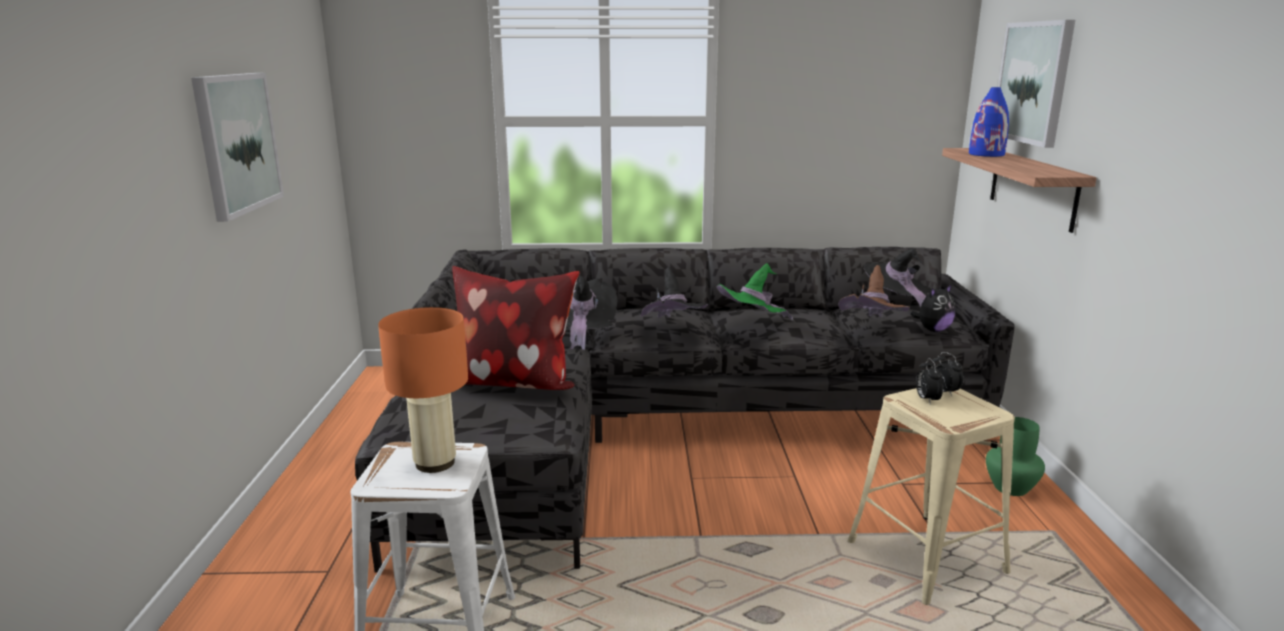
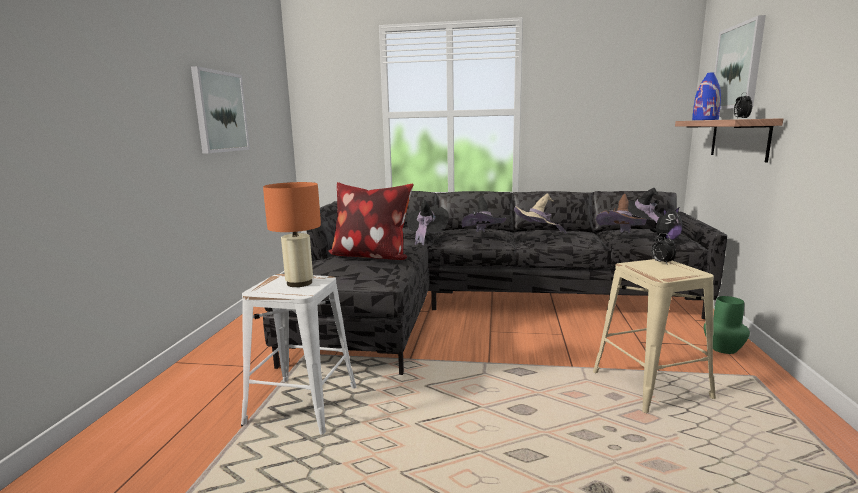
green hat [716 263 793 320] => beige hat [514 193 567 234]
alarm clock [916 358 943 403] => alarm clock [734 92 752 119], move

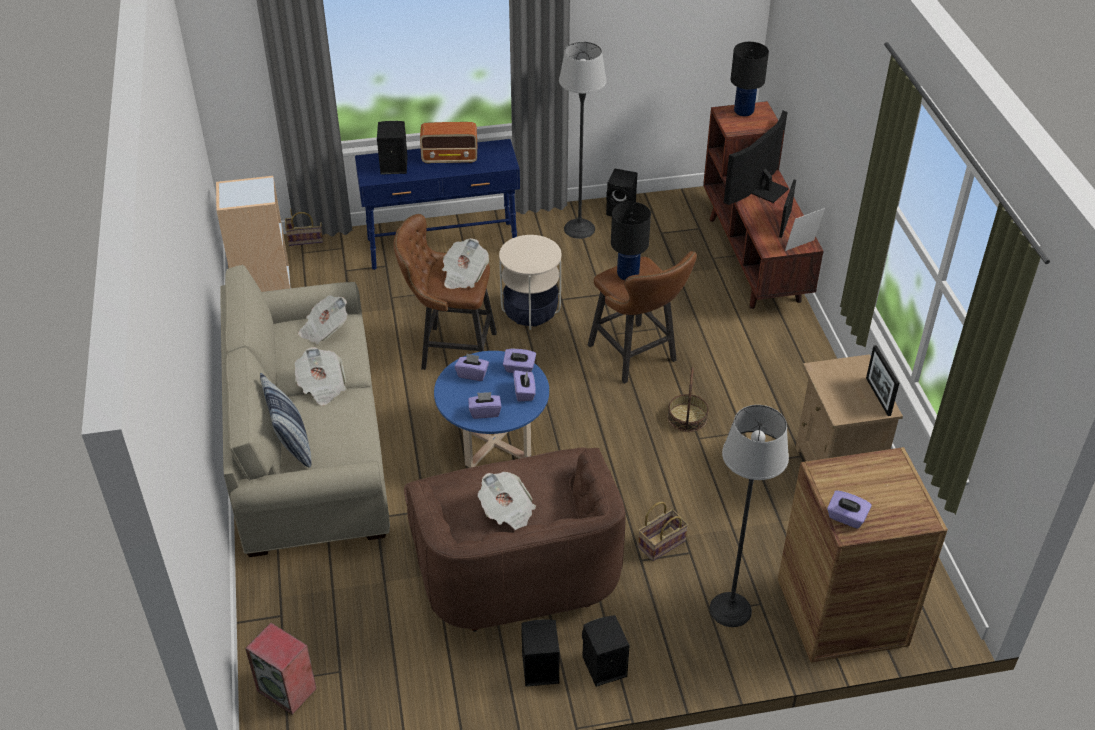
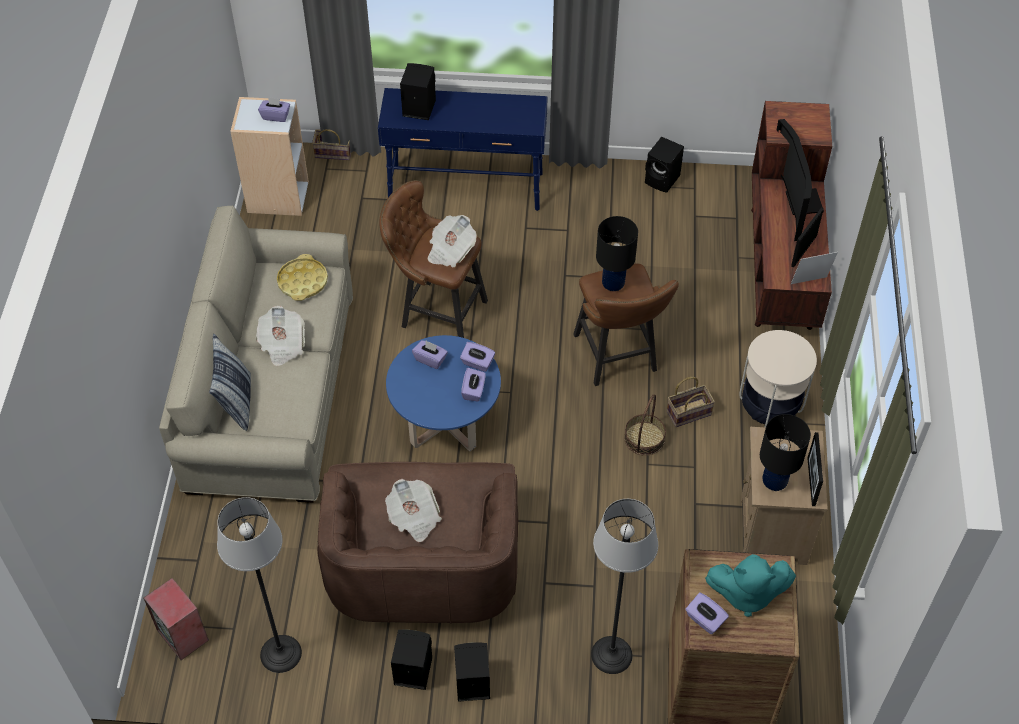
floor lamp [559 42 607 239] => floor lamp [217 497 302 673], move
black table lamp [731 42 769 116] => black table lamp [760 414 811 491], move
television [724 111 789 205] => television [777 119 824 241], 60 degrees counterclockwise
radio [420 122 477 164] => nothing
beige side table [499 235 561 330] => beige side table [739 330 817 427], move
newspaper [298 295 348 345] => yellow tray [277 254 328 301]
purple tissue box [468 392 502 419] => purple tissue box [258 97 290 122], move
basket [638 502 688 561] => basket [667 377 715 427], move
nothing => turquoise plush toy [705 554 796 617]

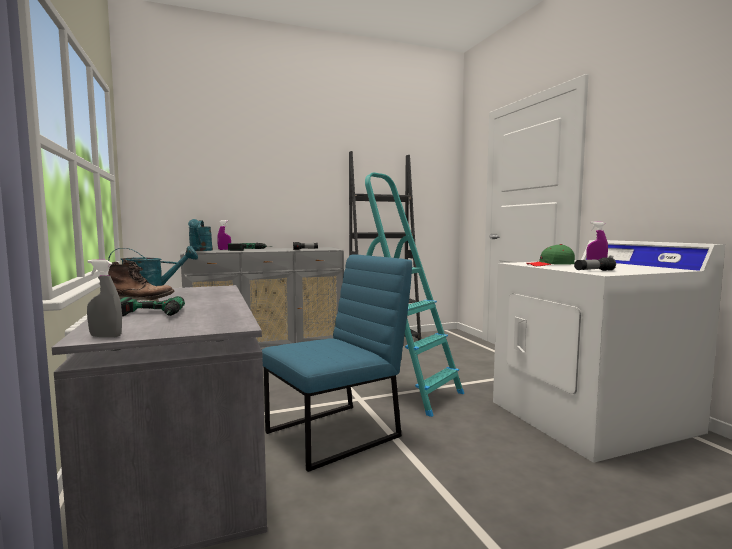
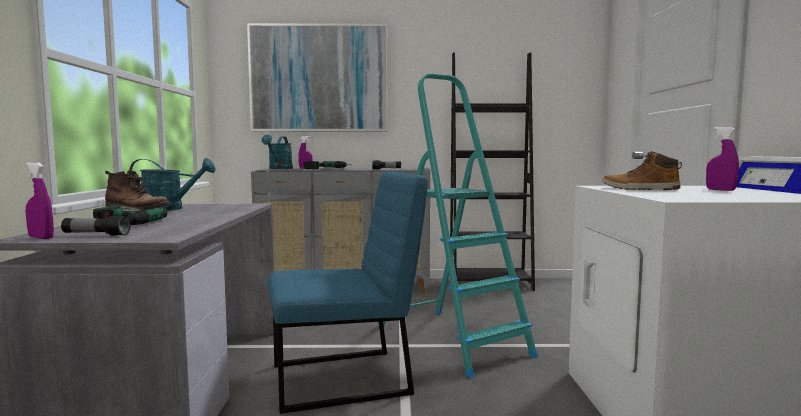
green cap [526 244 575 266] => boot [602 151 682 190]
flashlight [574 257 616 271] => flashlight [61 216 131 236], move
grey spray bottle [87 259 122 337] => purple spray bottle [26 162 54 239]
nothing => picture [247 23 388 131]

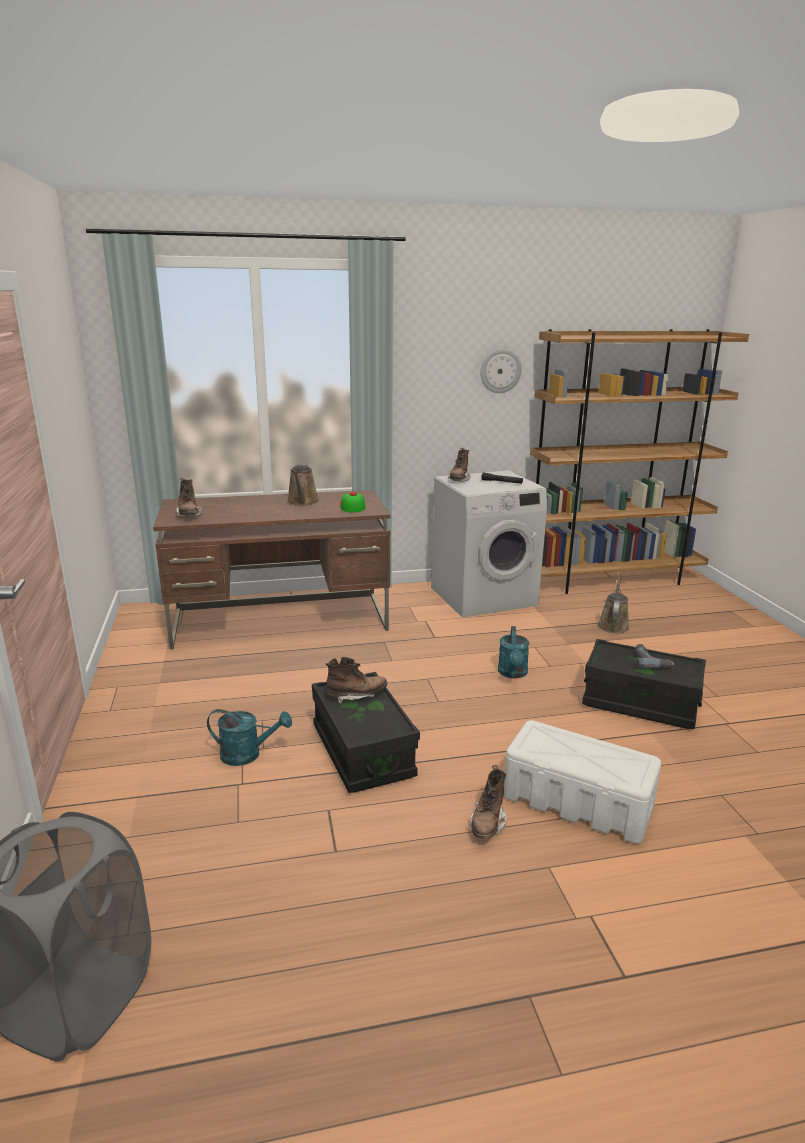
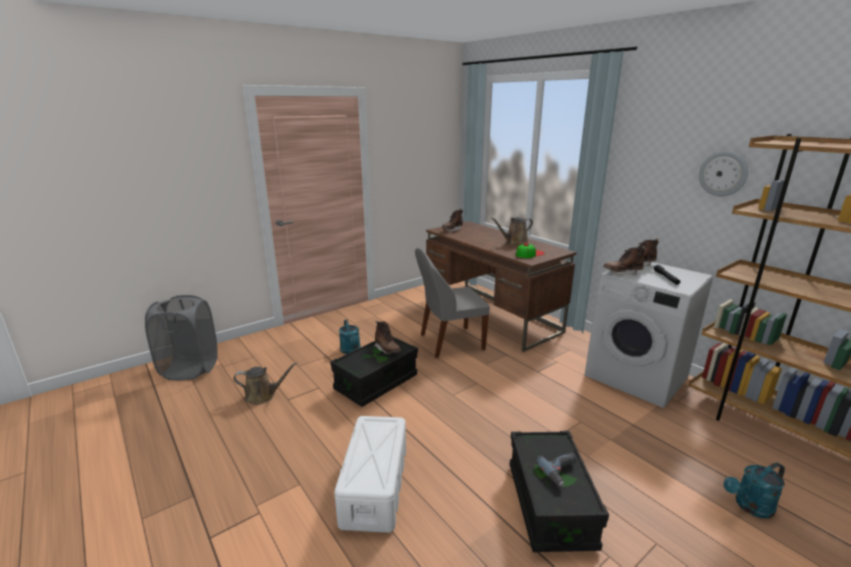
brown watering can [597 575 629 633] => brown watering can [233 362 297 405], move
turquoise watering can [498 626 529 678] => turquoise watering can [724 462 785 518], move
brown boot [468 765 507 839] => brown boot [603 246 646 275], move
nothing => grey chair [415 248 490 358]

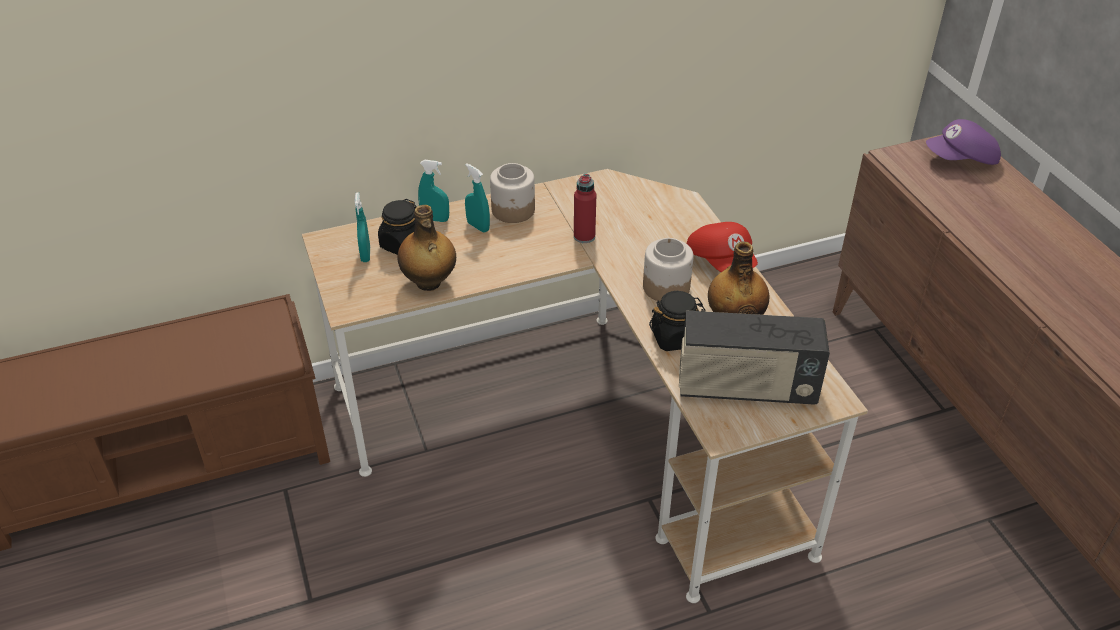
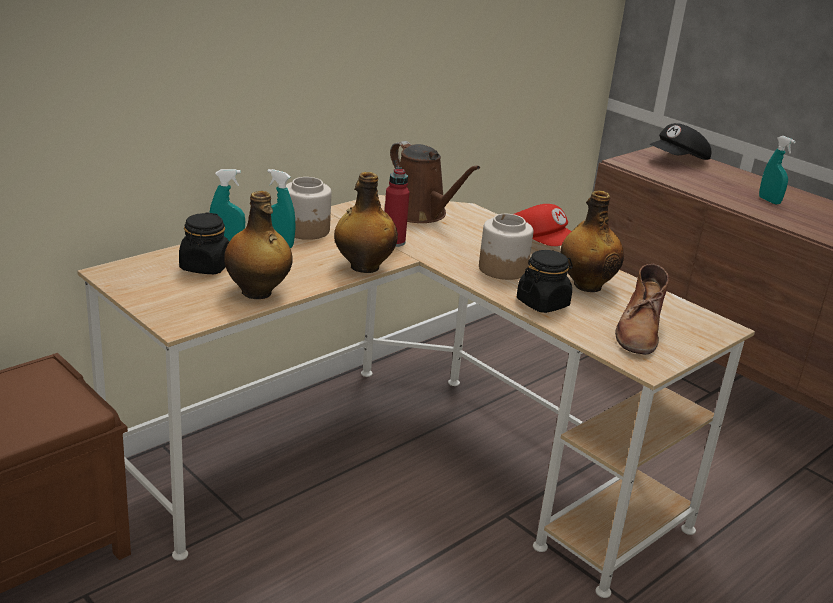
purple cap [926 119 1001 165] => black cap [650 123 711 160]
turquoise spray bottle [354 192 370 262] => turquoise spray bottle [759 136 796 205], move
radio [679 311 830 405] => brown boot [615 264 669 355]
nothing => brown watering can [390 141 480 223]
nothing => bottle [334 172 398 273]

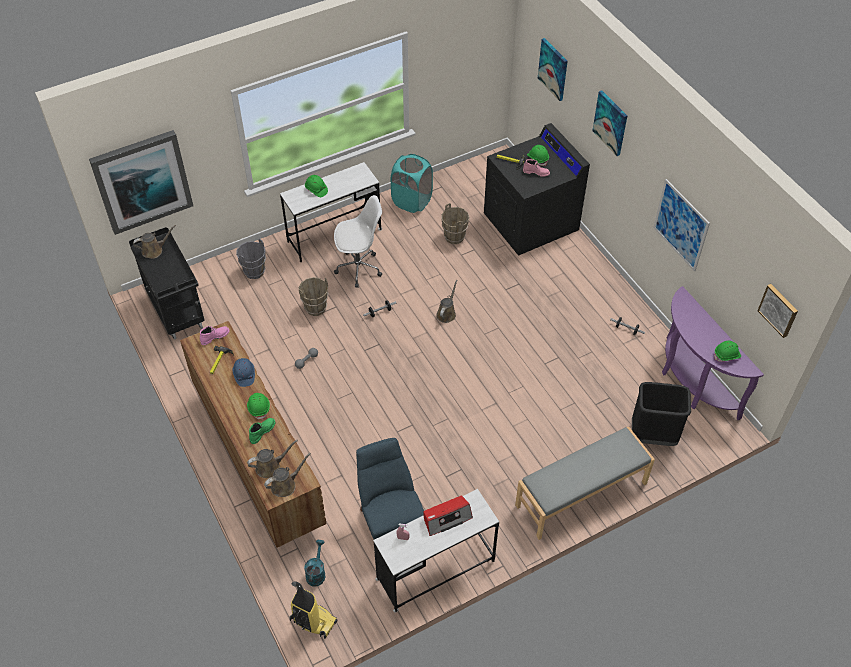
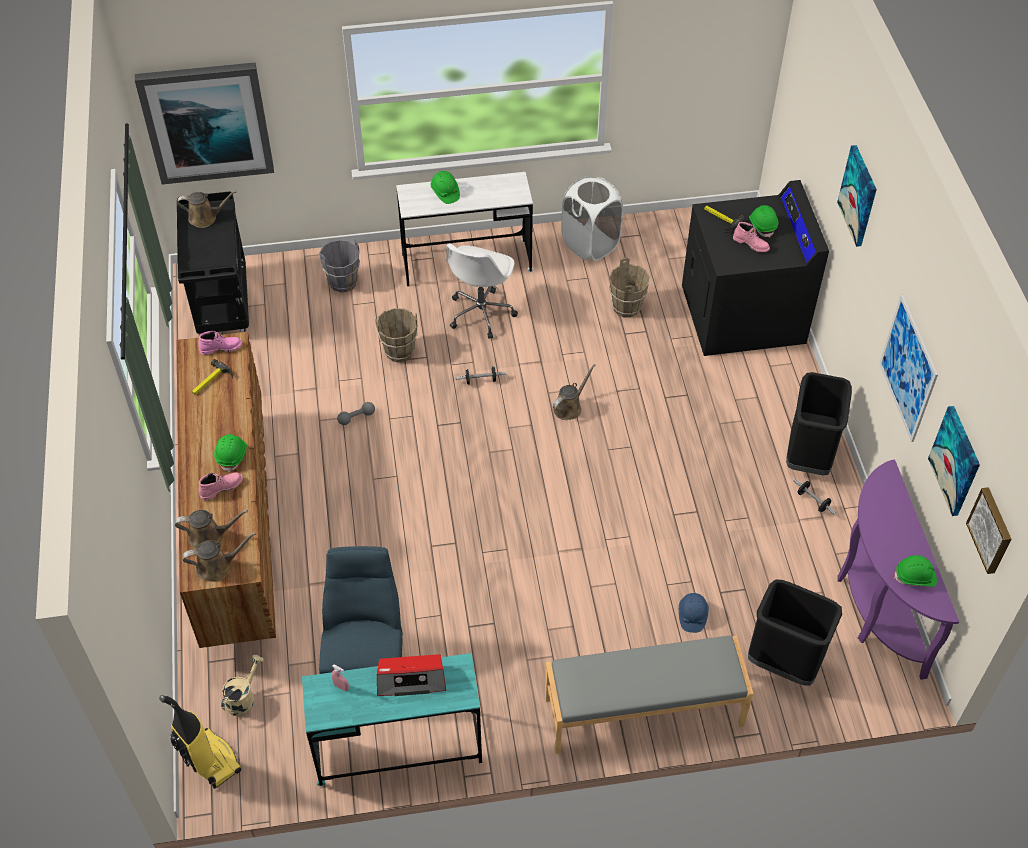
picture [538 38 568 101] => picture [928 406 980 516], move
turquoise laundry basket [391 154 433 213] => white laundry basket [561 176 623 261]
white office chair [334 195 382 288] => white office chair [446 243 518 339], 105 degrees clockwise
blue hard hat [232 358 255 387] => blue hard hat [679 593 709 633], move
green boot [249 418 275 444] => pink boot [199 472 243 501]
white desk [373 489 499 613] => turquoise desk [302 653 482 786]
turquoise watering can [304 540 326 587] => beige watering can [221 655 264 716]
nothing => black trash can [786 372 852 475]

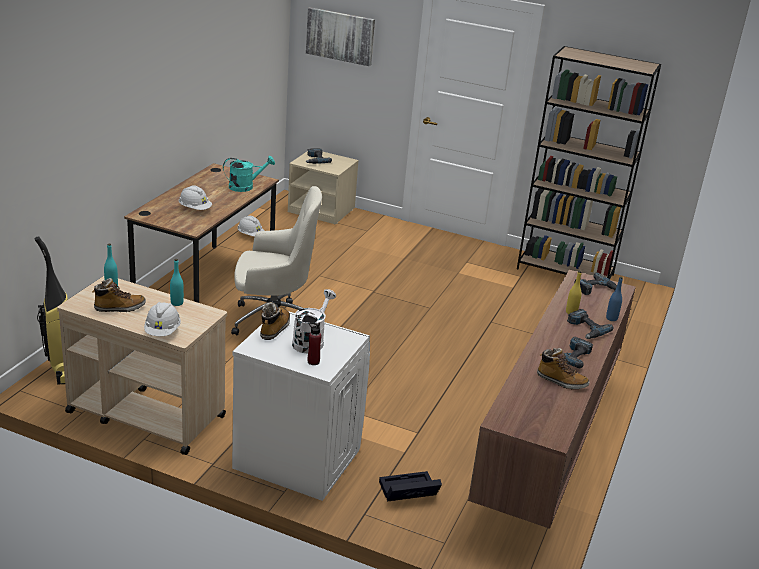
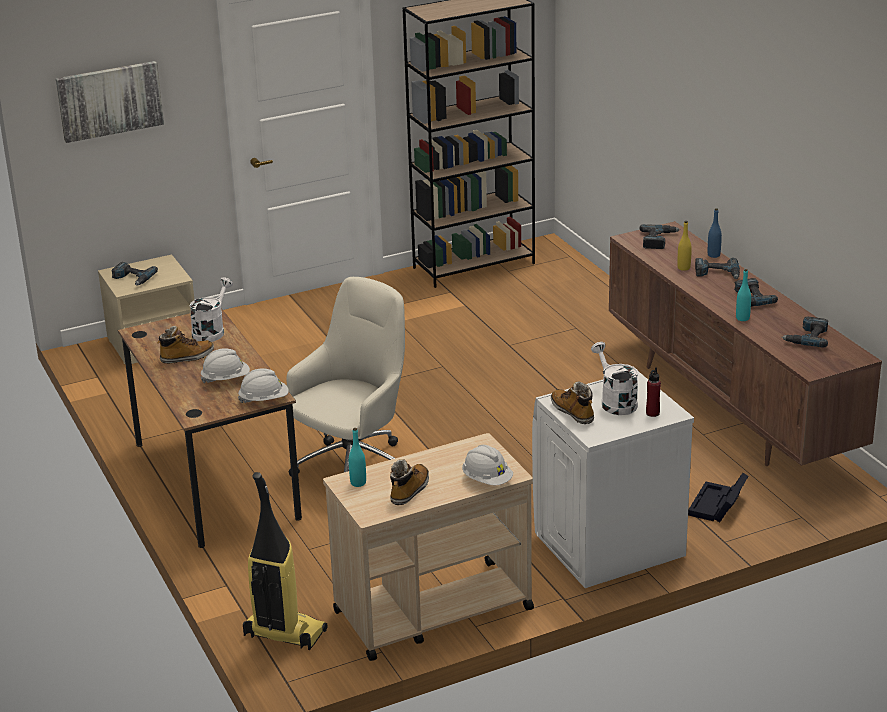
turquoise watering can [223 156 275 192] => white watering can [190 277 233 342]
white hard hat [237 216 265 236] => white hard hat [238 368 289 403], move
turquoise bottle [170 259 184 306] => turquoise bottle [736 269 751 321], move
boot [537 348 590 389] => boot [157 326 214 364], move
nothing => power drill [781 316 828 347]

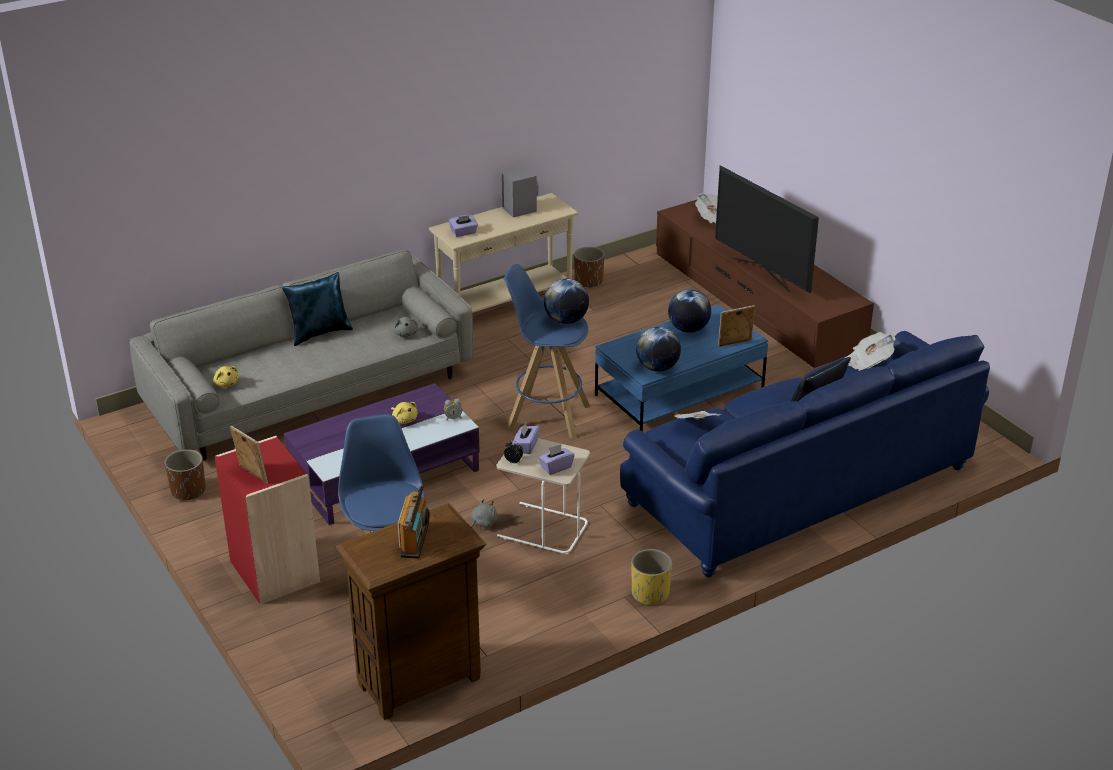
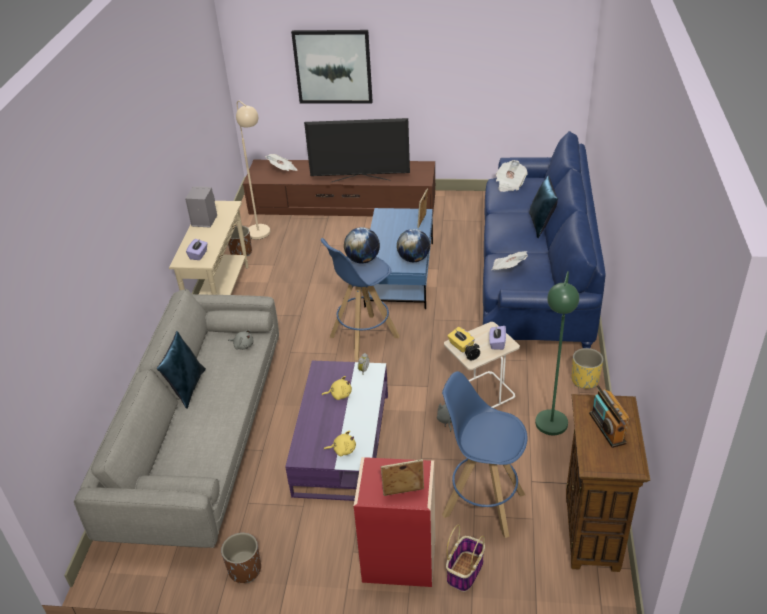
globe [668 290 711 333] => nothing
yellow plush toy [213 366 239 388] => yellow plush toy [324 431 356 456], move
purple tissue box [513 423 540 454] => yellow tissue box [448 327 475 353]
radio [398 486 430 559] => radio [589 385 630 448], 150 degrees counterclockwise
nothing => picture [291 30 373 104]
nothing => beige floor lamp [236 101 270 240]
nothing => green floor lamp [535 271 579 435]
nothing => basket [446 525 485 592]

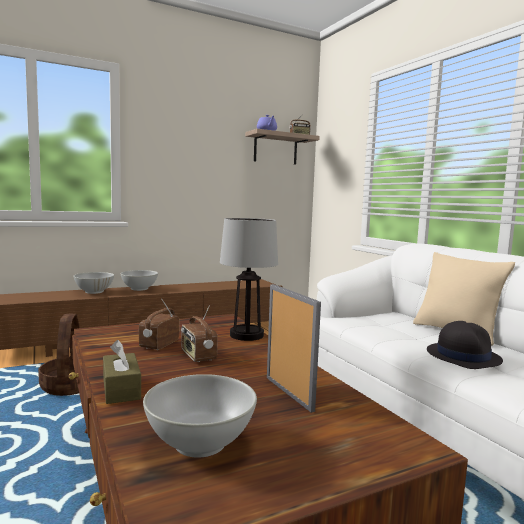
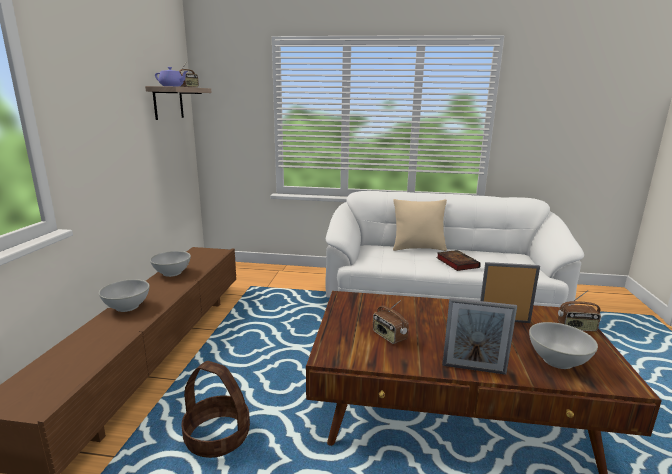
table lamp [220 218 278 341] => nothing
white bowl [73 272 114 294] => white bowl [150 251 191 277], move
radio [181 306 217 362] => radio [558 291 601 332], move
black hat [427 321 503 369] => book [436 250 481 271]
brown tissue box [103 340 141 404] => picture frame [442 298 517 375]

